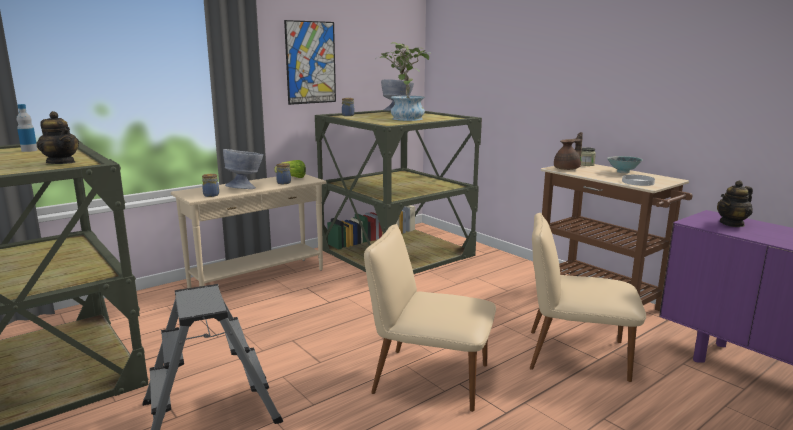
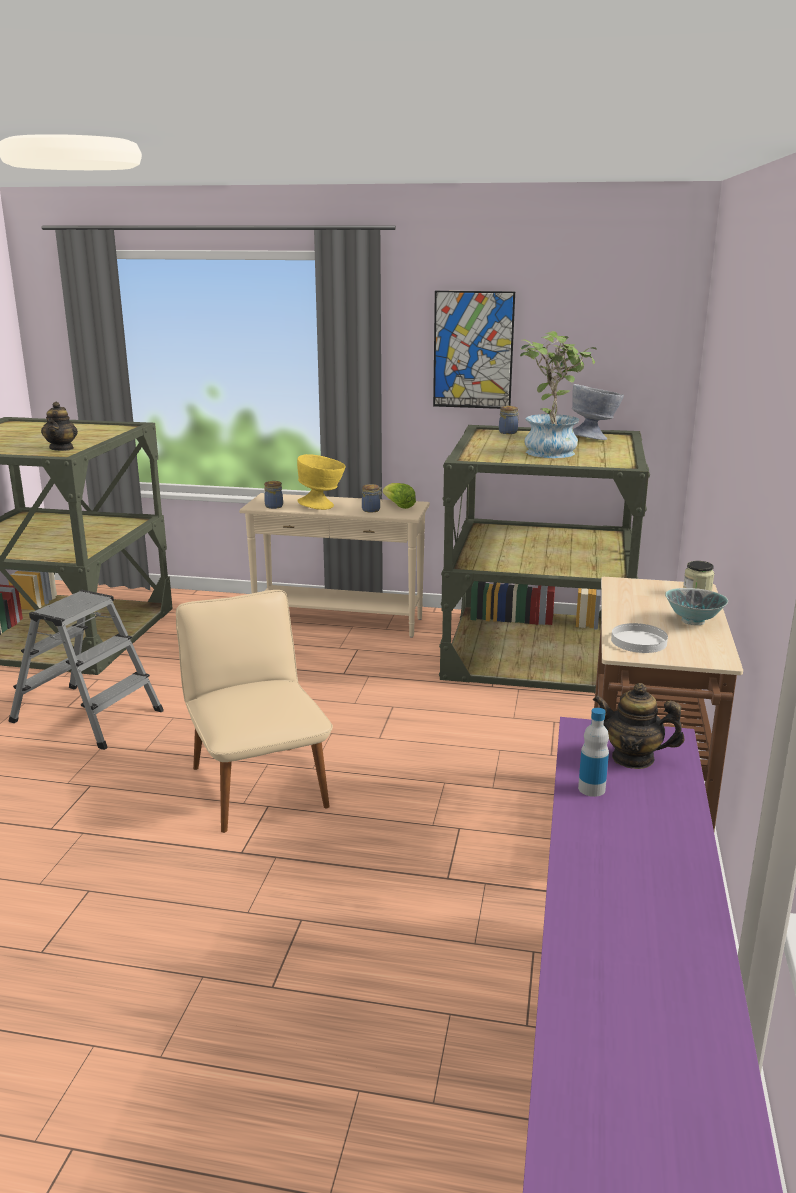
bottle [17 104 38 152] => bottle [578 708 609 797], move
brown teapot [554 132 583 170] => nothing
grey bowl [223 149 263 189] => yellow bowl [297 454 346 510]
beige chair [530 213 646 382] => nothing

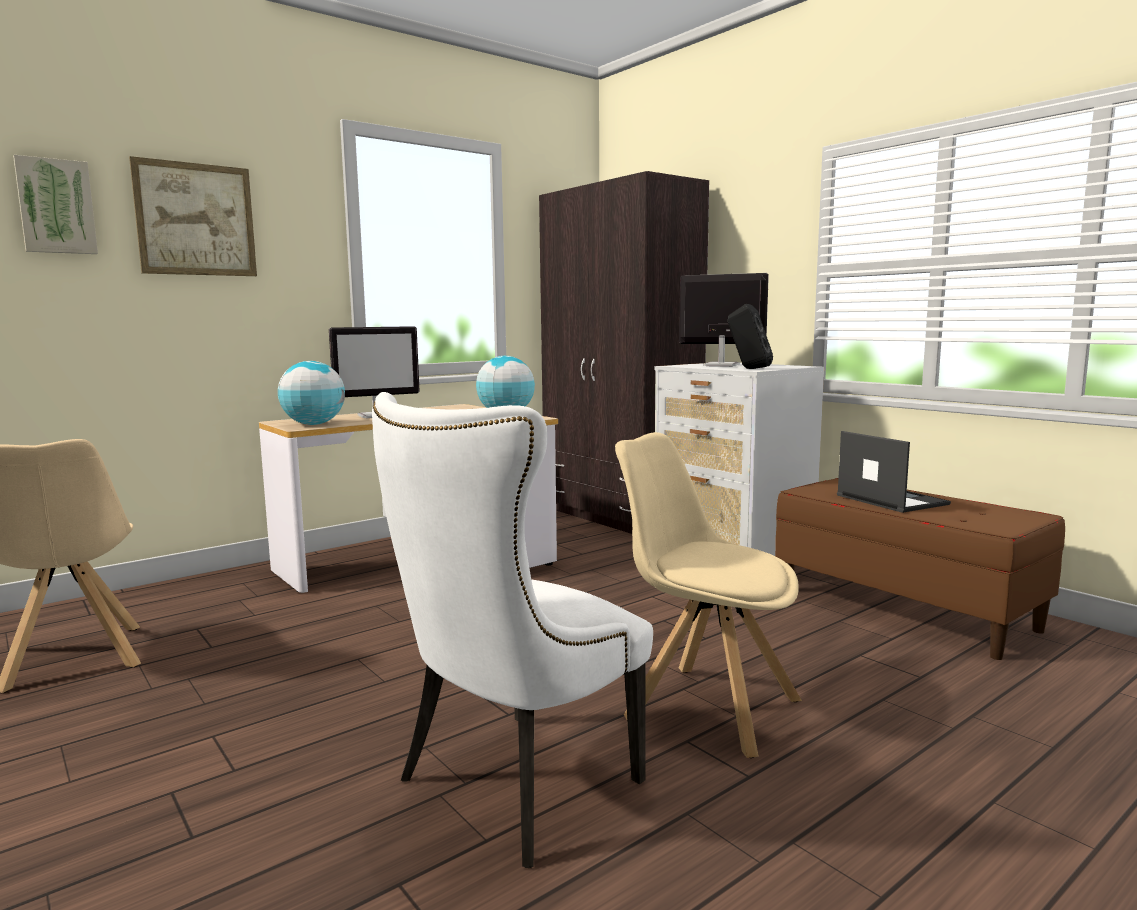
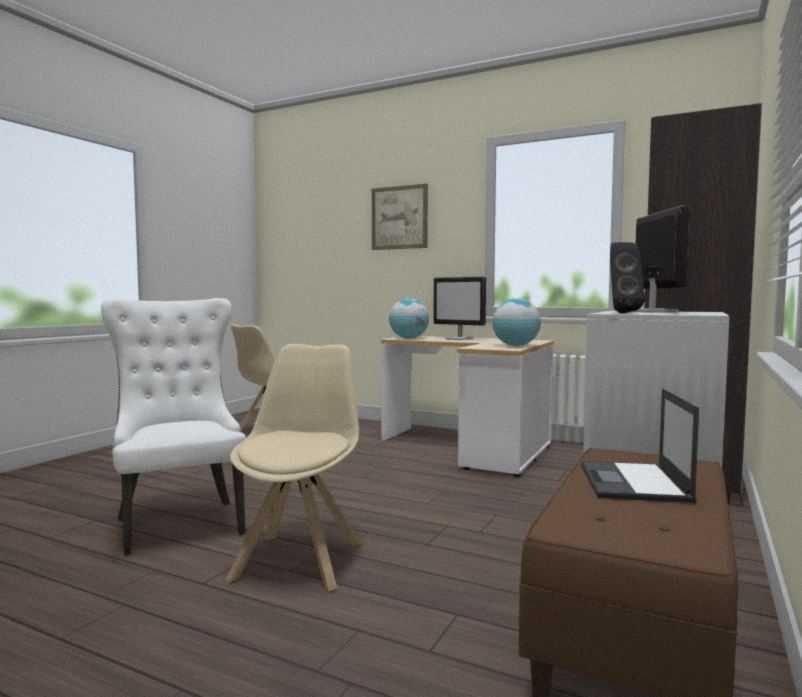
picture [13 155 98 254] => nothing
white chair [372 392 653 868] => white chair [101 298 246 555], 45 degrees clockwise
laptop [837 431 951 513] => laptop [581 389 699 503], 150 degrees clockwise

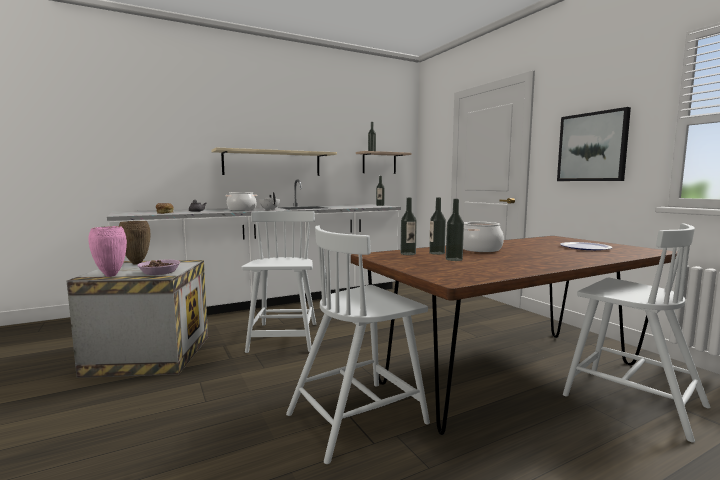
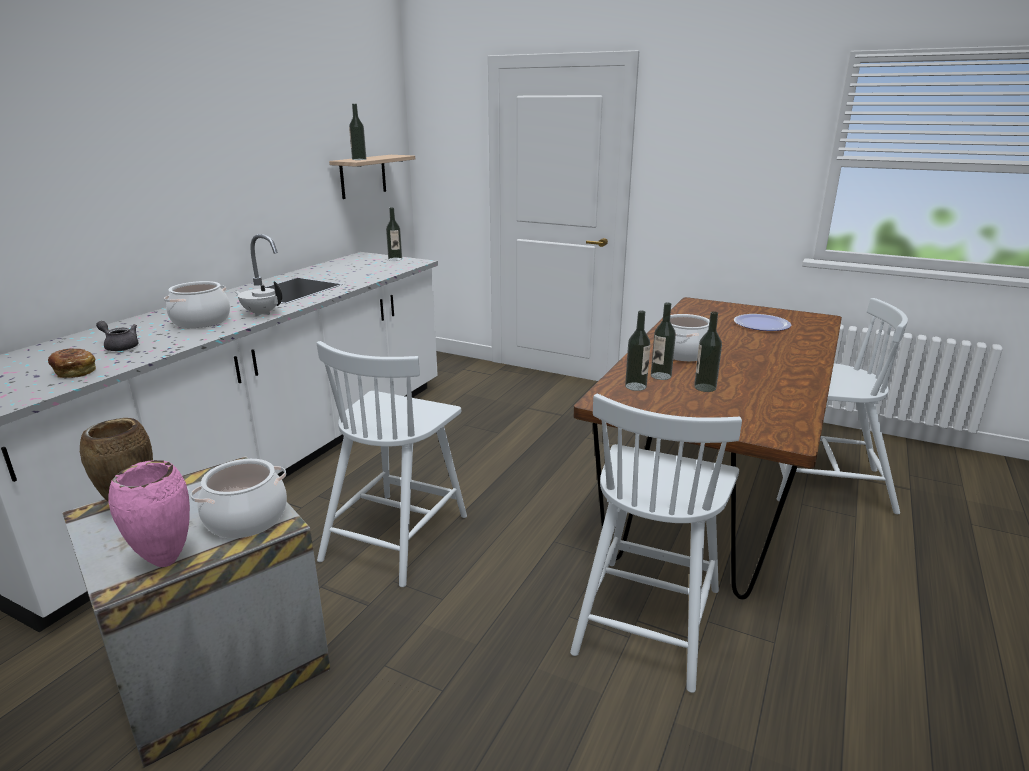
picture [557 107 631 181] => nothing
beige shelf [211 148 337 176] => nothing
white chair [241 211 316 353] => white chair [317 341 467 587], 120 degrees counterclockwise
bowl [137 259 180 275] => cooking pot [190 459 287 538]

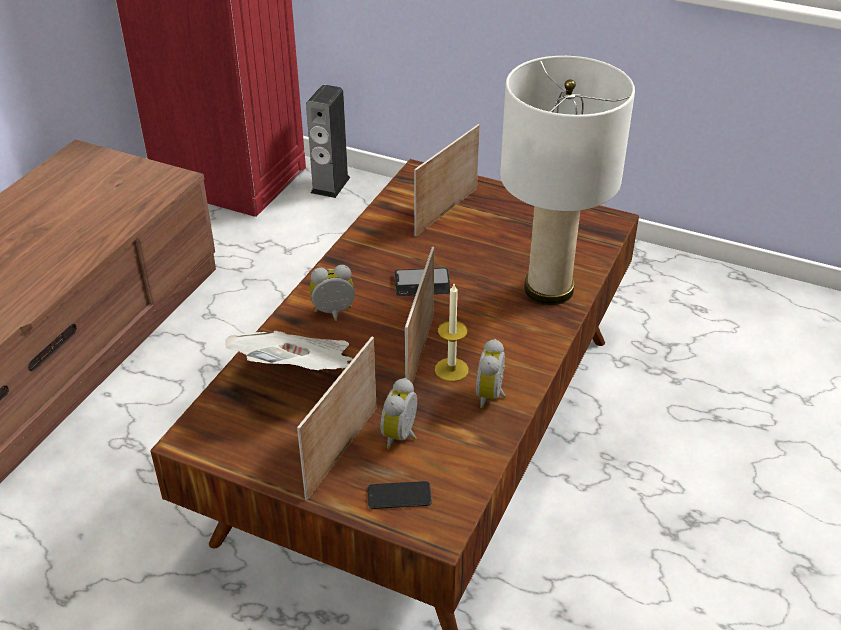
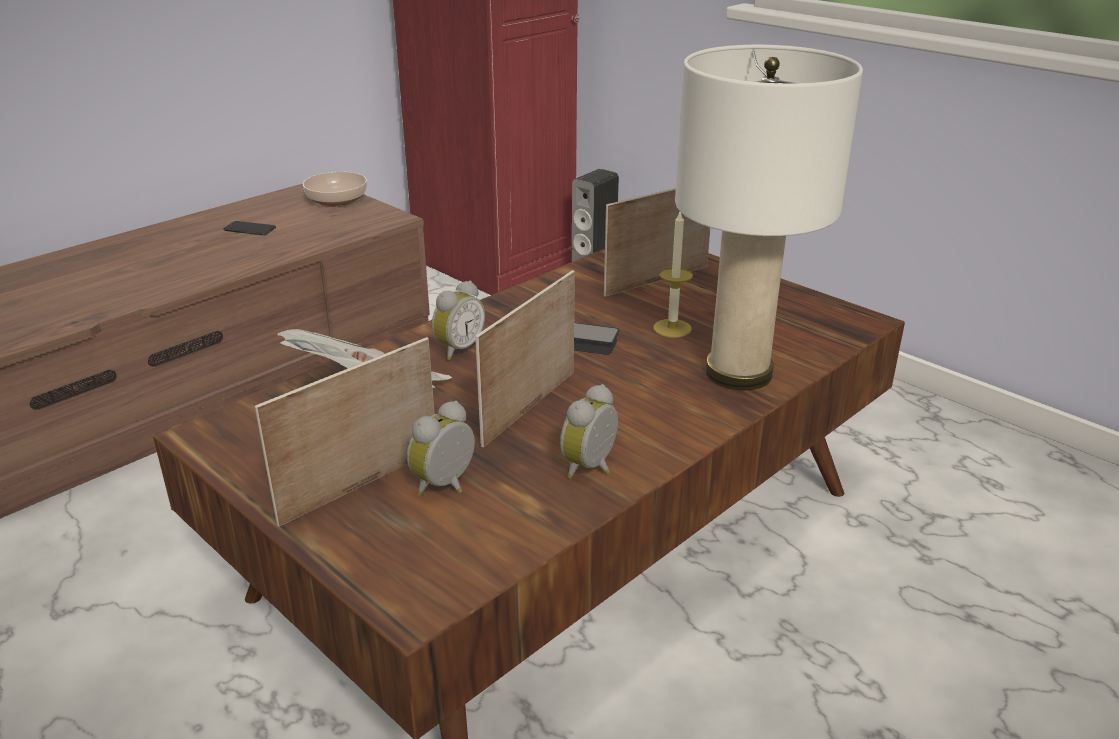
alarm clock [309 265 355 321] => alarm clock [432 281 485 360], 120 degrees clockwise
candle [435 284 469 382] => candle [653 212 693 338], move
phone [367 481 432 509] => phone [223 221 276 235], move
nothing => bowl [303 172 367 207]

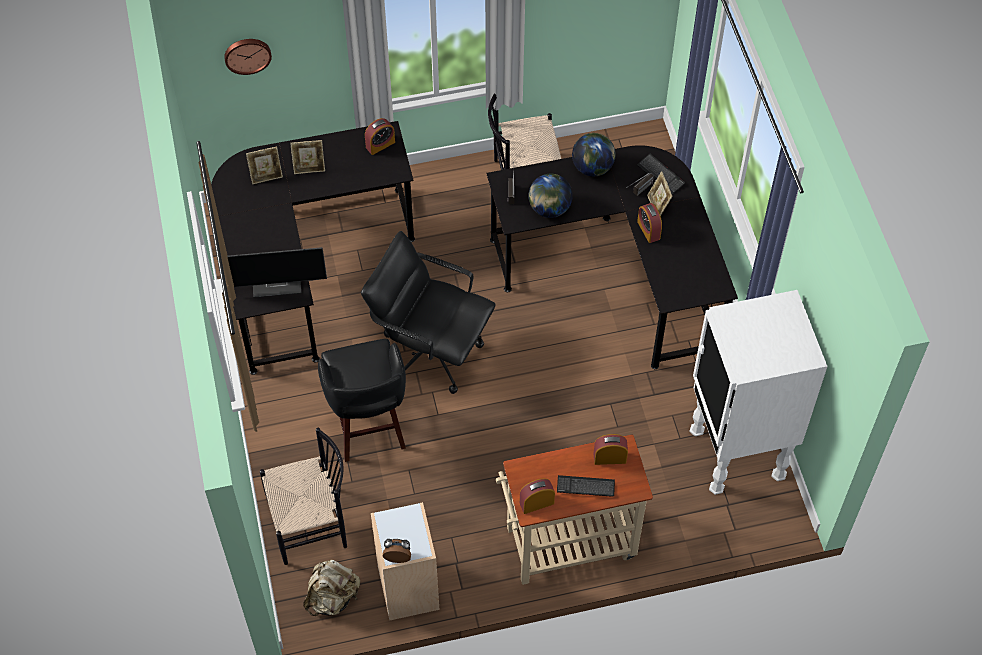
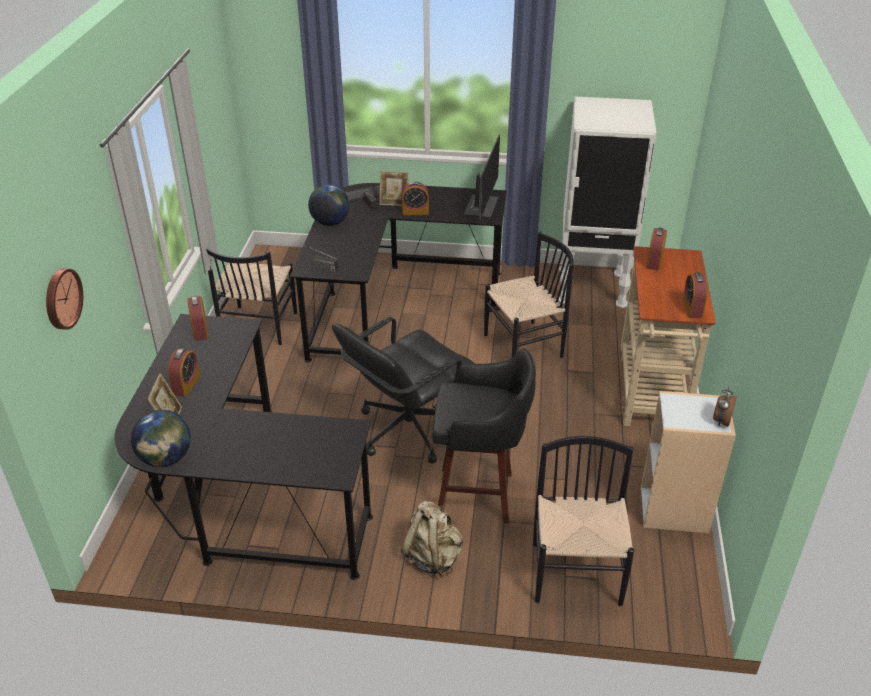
picture frame [290 140 325 174] => alarm clock [168 348 200 397]
globe [529 174 573 218] => globe [131 410 191 467], move
monitor [227 247 327 297] => monitor [464 134 500 219], move
keyboard [557 475 615 497] => nothing
beige backpack [303 560 360 616] => beige backpack [401 501 463 577], move
nothing => black chair [484 232 573 358]

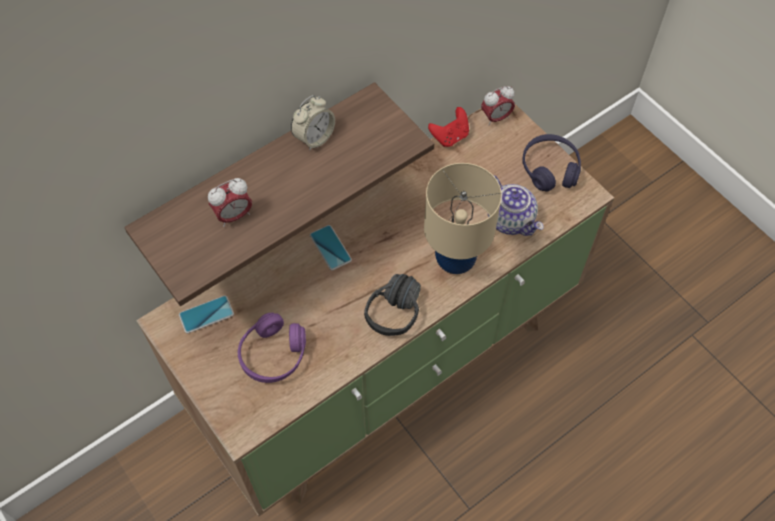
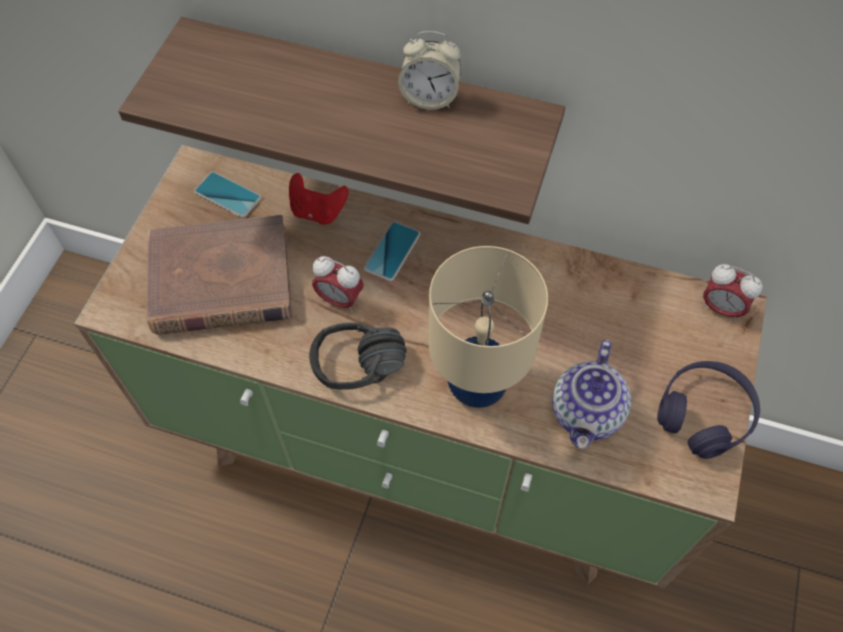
red game controller [428 107 469 147] => red game controller [289 173 348 224], move
alarm clock [208 178 252 227] => alarm clock [312 256 364 312], move
purple headphones [238 313 306 383] => brown book [146 215 292 335]

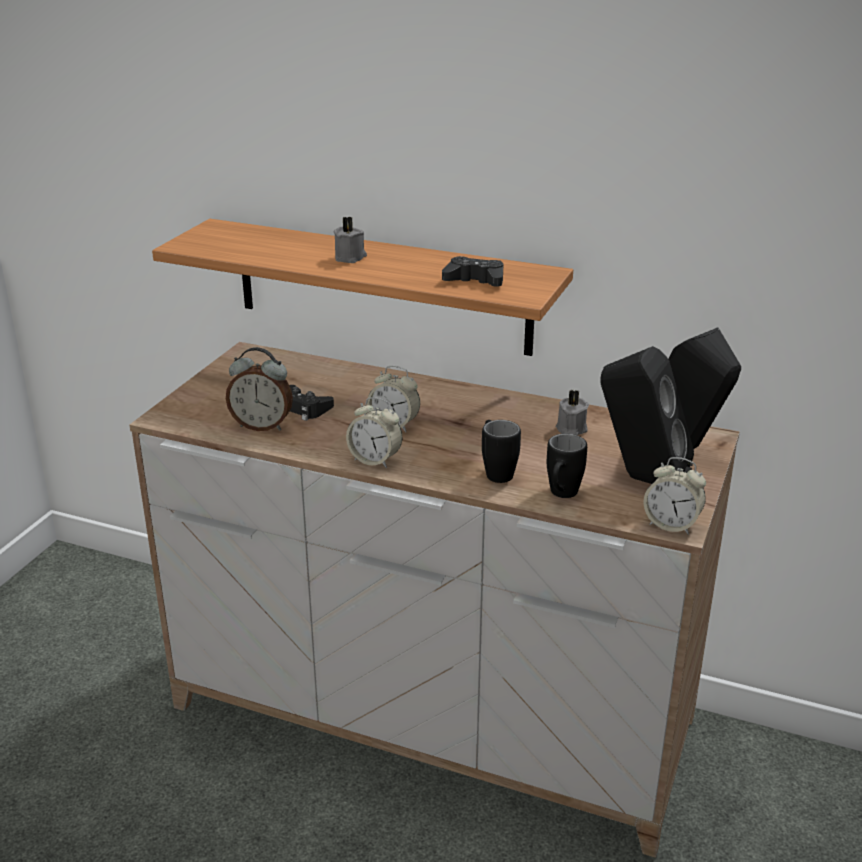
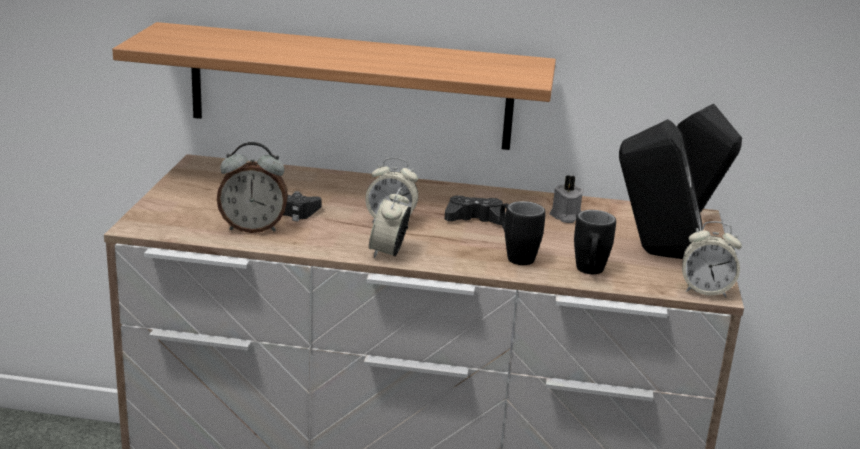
grey candle [333 217 367 263] => nothing
black game controller [442 256 503 287] => black game controller [445 195 506 225], move
alarm clock [346 397 402 468] => alarm clock [369 187 411 259], 90 degrees clockwise

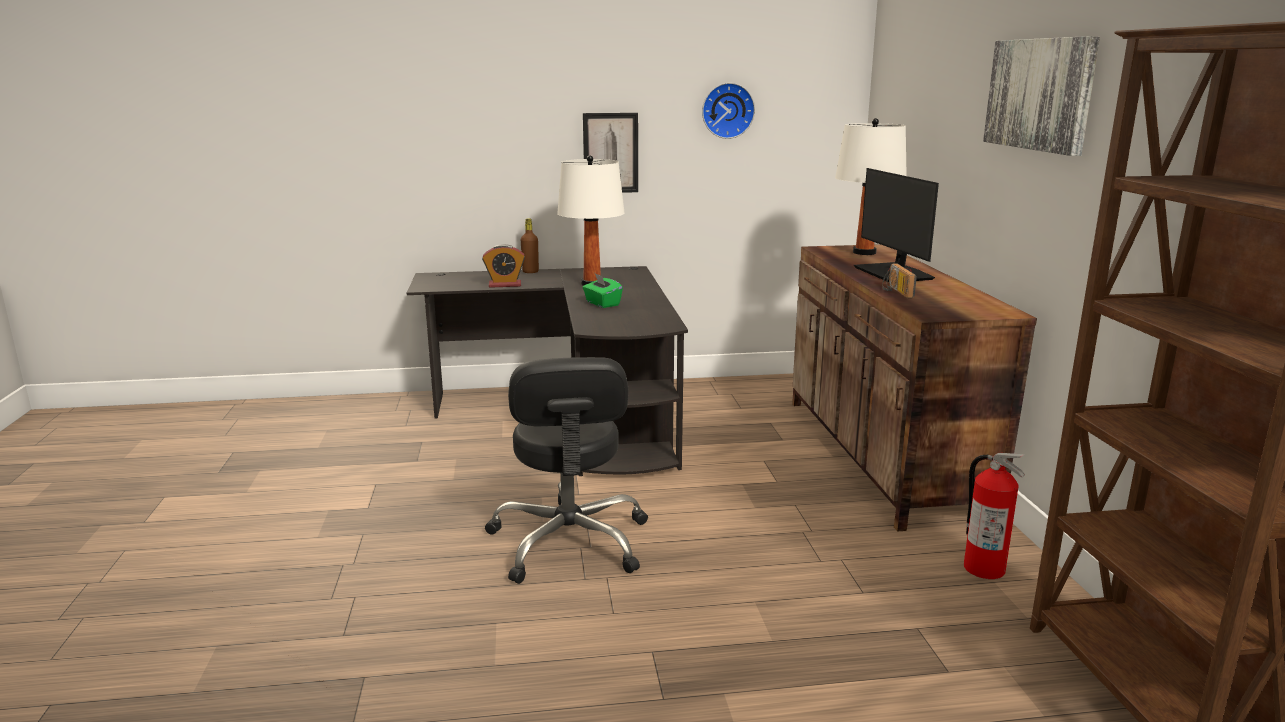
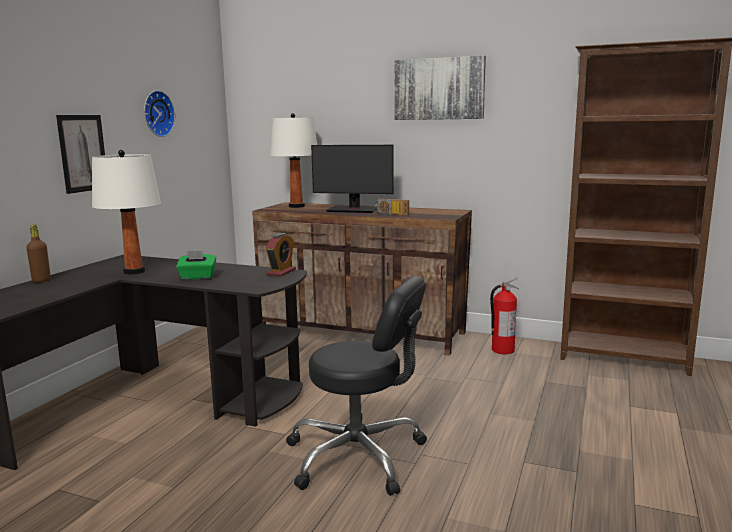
alarm clock [482 244 525 288] => alarm clock [266 233 296 276], move

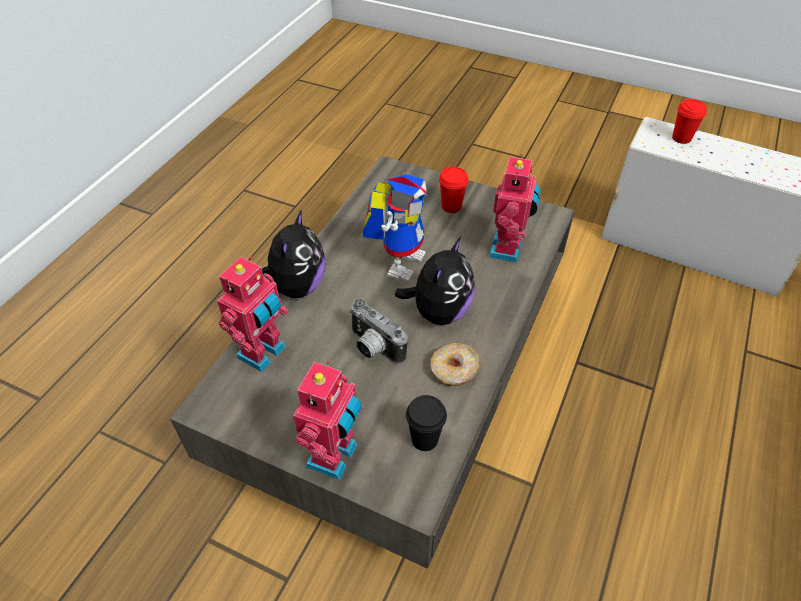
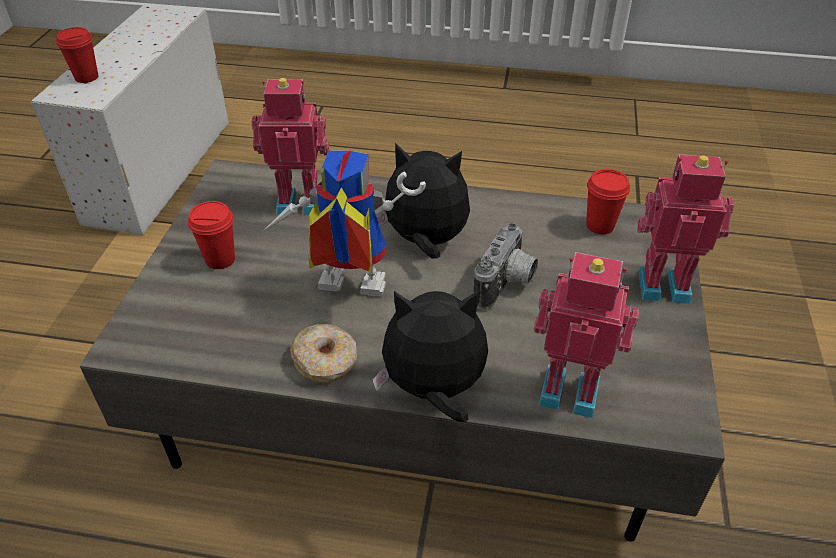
donut [430 343 481 386] => donut [290 324 357 383], move
black cup [406 395 447 451] => red cup [586 169 630 235]

